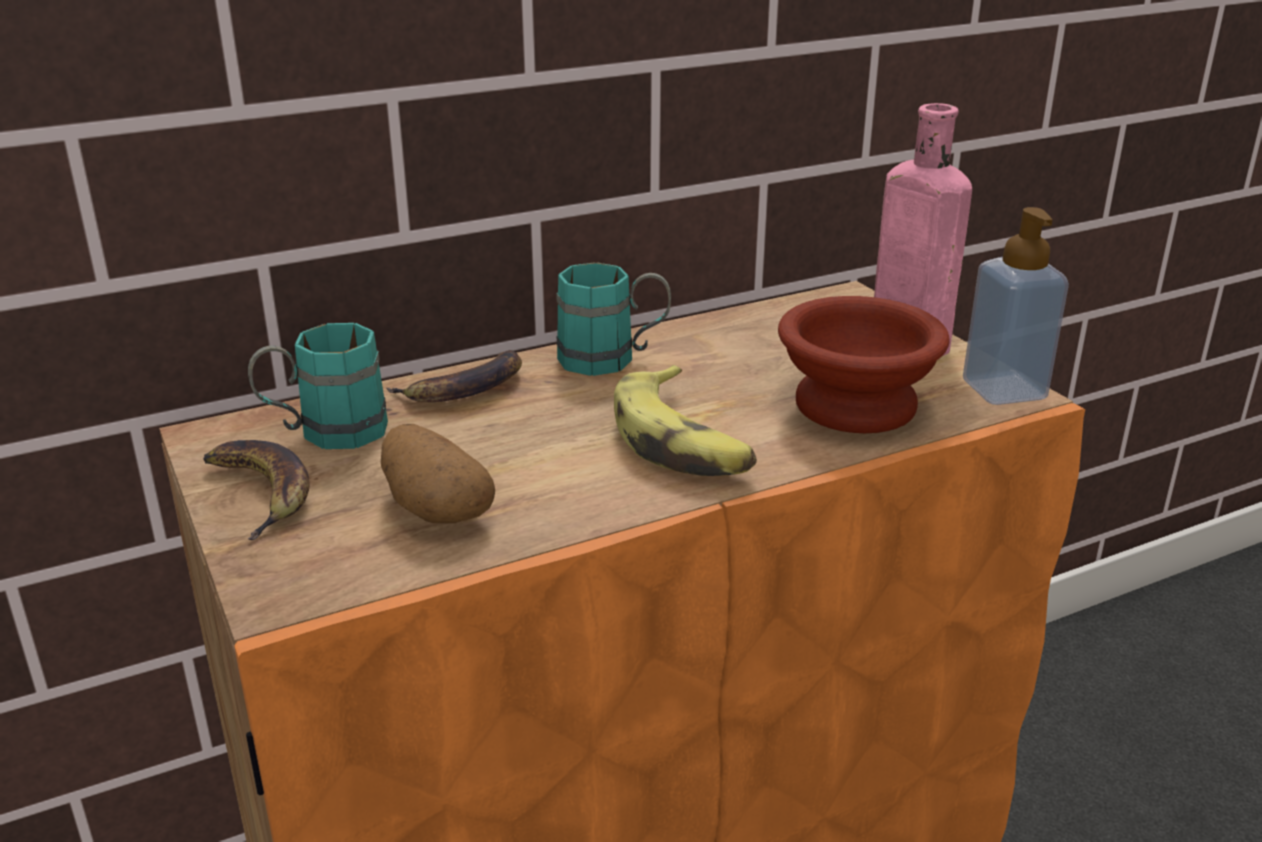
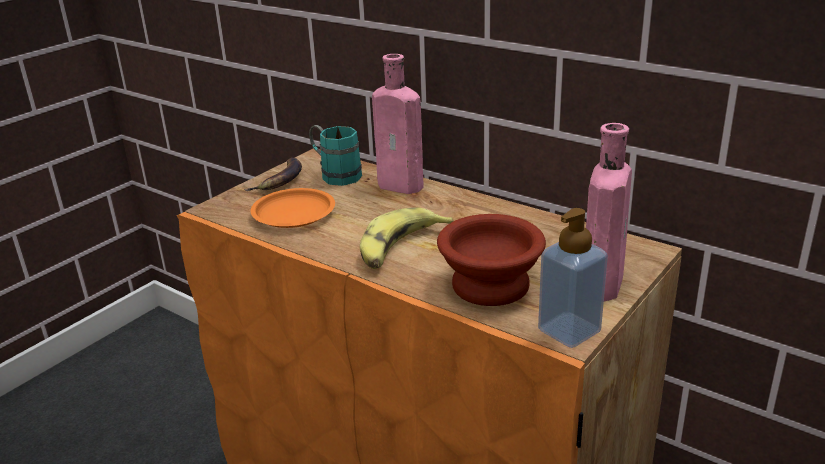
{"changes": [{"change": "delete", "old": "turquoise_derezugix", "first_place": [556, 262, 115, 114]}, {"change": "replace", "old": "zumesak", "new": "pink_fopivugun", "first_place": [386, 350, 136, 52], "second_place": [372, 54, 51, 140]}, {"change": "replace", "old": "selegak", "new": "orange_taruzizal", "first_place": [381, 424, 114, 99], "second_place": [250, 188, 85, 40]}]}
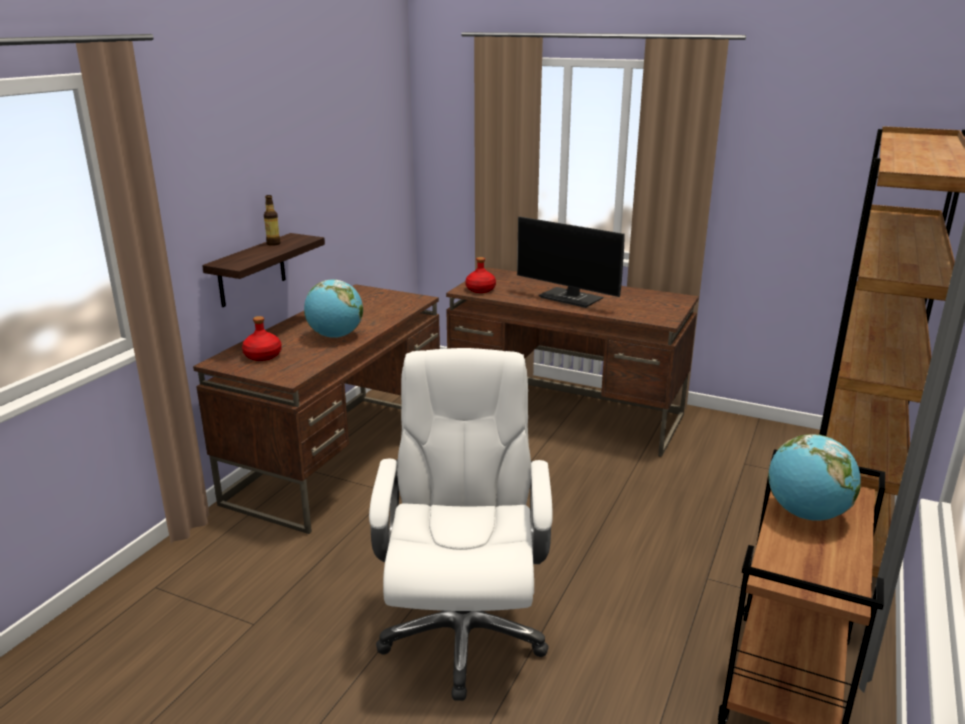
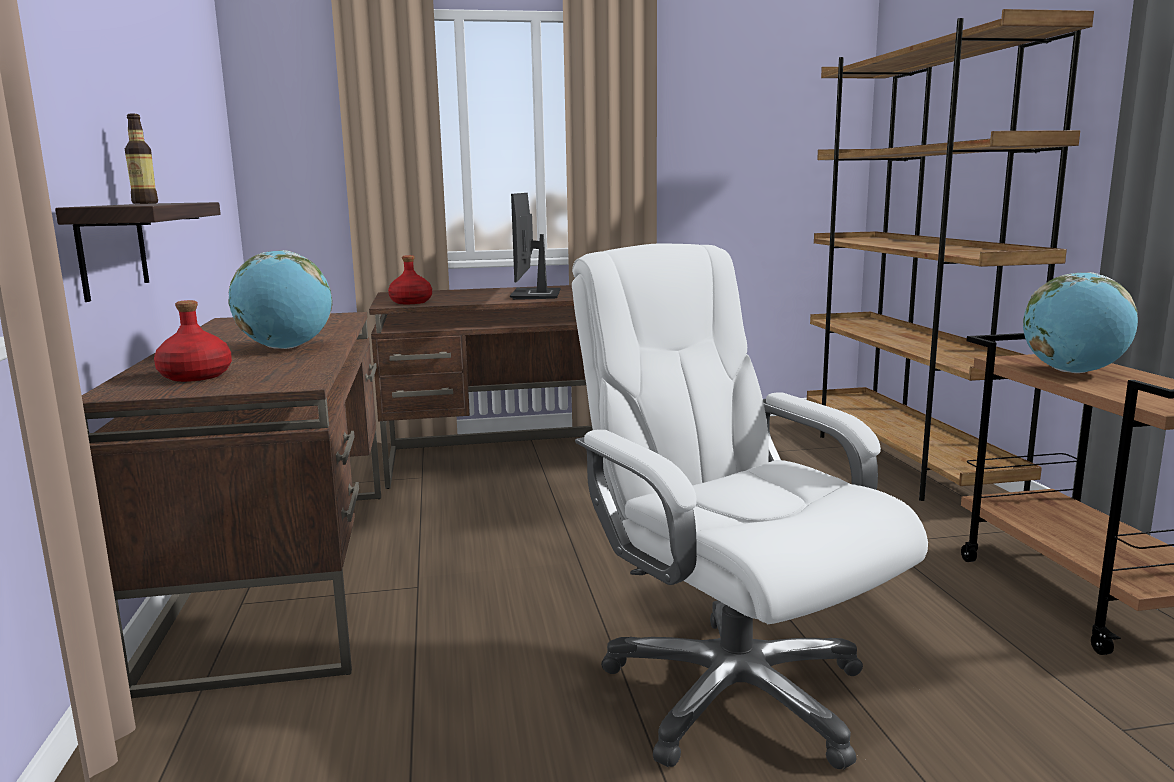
{"changes": [{"change": "rotate", "old": "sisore", "first_place": [517, 216, 108, 92], "second_place": [510, 193, 51, 107], "degrees": 90}]}
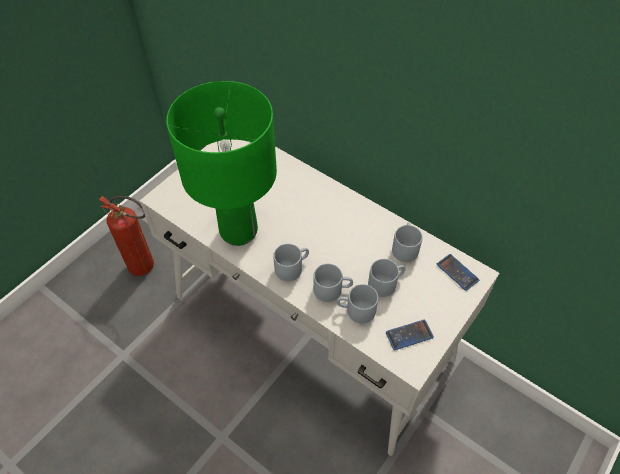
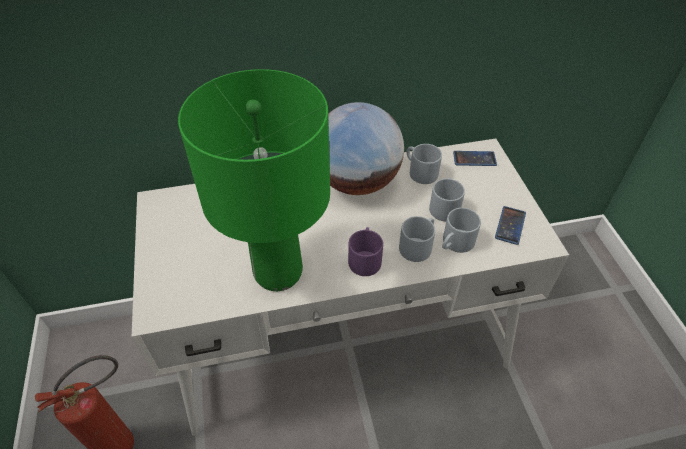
{"changes": [{"change": "recolor", "old": "grey_derezugix", "new": "purple_derezugix", "first_place": [273, 244, 36, 37], "second_place": [348, 227, 35, 49]}, {"change": "insert", "new": "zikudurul", "second_place": [328, 102, 76, 93]}]}
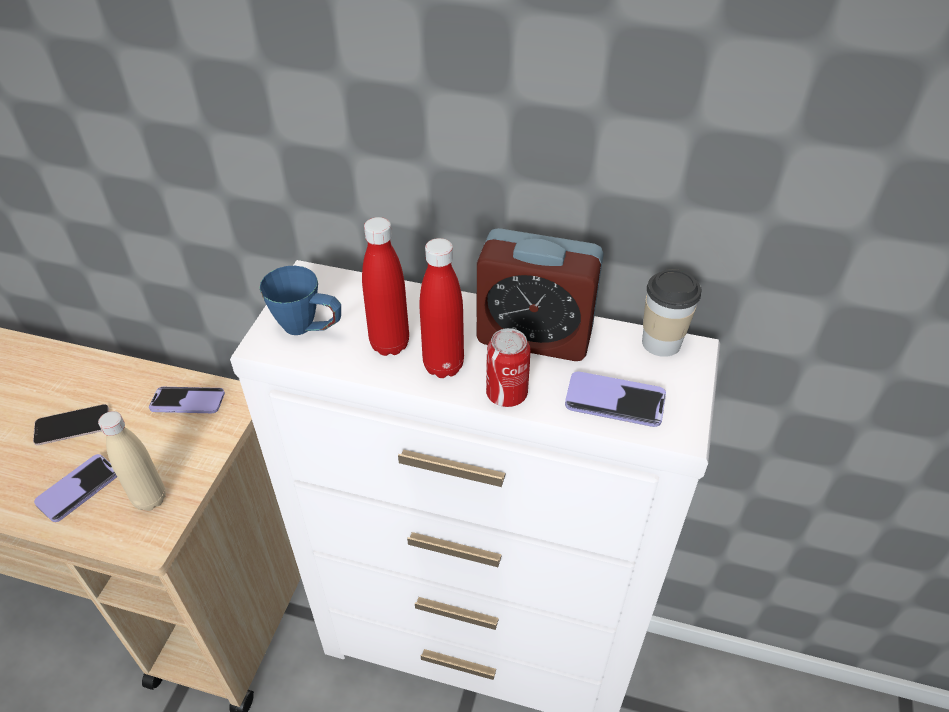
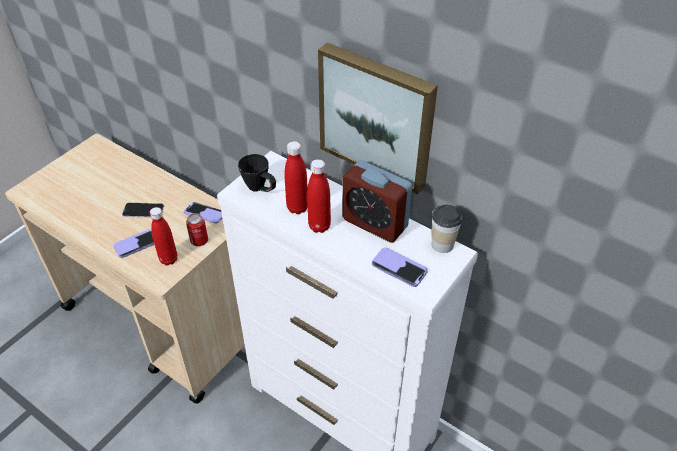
{"changes": [{"change": "recolor", "old": "blue_derezugix", "new": "black_derezugix", "first_place": [260, 266, 81, 69], "second_place": [238, 154, 38, 38]}, {"change": "move", "old": "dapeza", "first_place": [486, 328, 44, 79], "second_place": [186, 213, 22, 33]}, {"change": "recolor", "old": "beige_fopivugun", "new": "red_fopivugun", "first_place": [98, 411, 68, 100], "second_place": [150, 207, 27, 59]}, {"change": "insert", "new": "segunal", "second_place": [318, 43, 120, 151]}]}
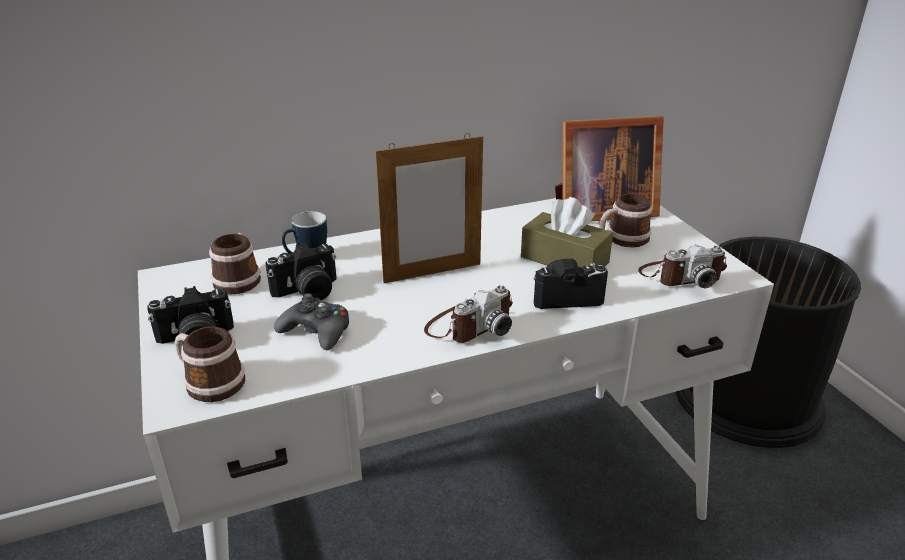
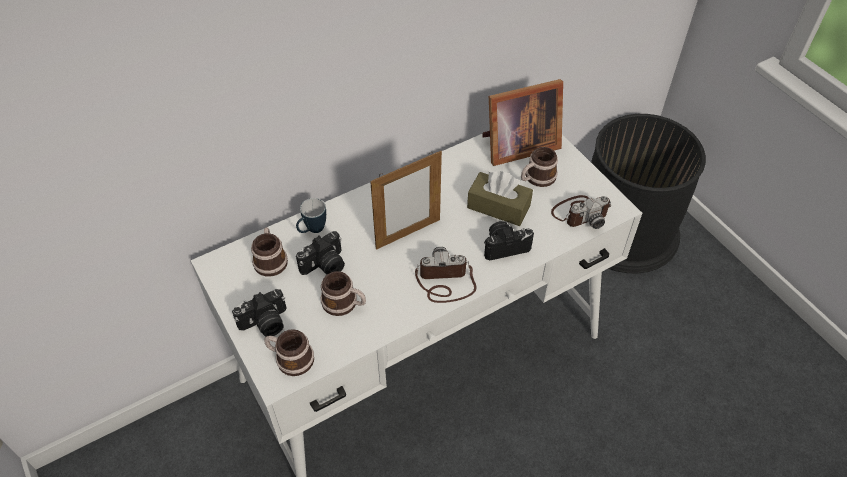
{"changes": [{"change": "rotate", "old": "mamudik", "first_place": [424, 285, 89, 58], "second_place": [415, 247, 62, 56], "degrees": -135}, {"change": "replace", "old": "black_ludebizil", "new": "derezugix", "first_place": [274, 293, 75, 57], "second_place": [321, 271, 45, 45]}]}
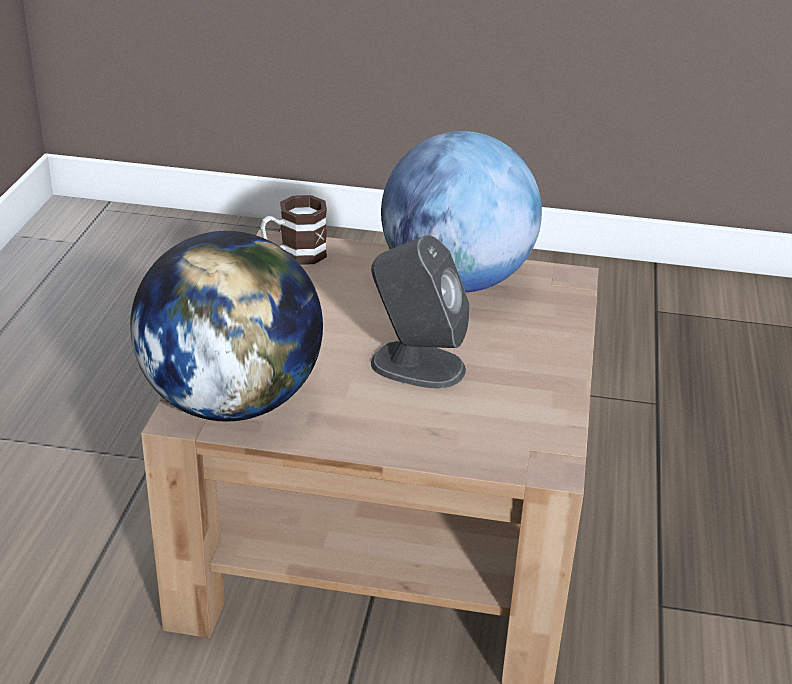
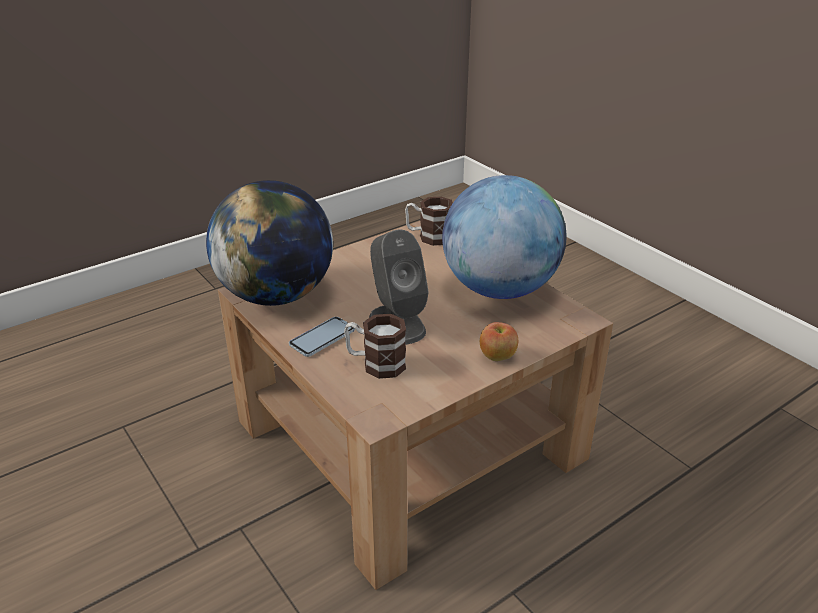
{"changes": [{"change": "insert", "new": "derezugix", "second_place": [344, 314, 62, 65]}, {"change": "insert", "new": "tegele", "second_place": [289, 317, 66, 40]}, {"change": "insert", "new": "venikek", "second_place": [480, 322, 38, 39]}]}
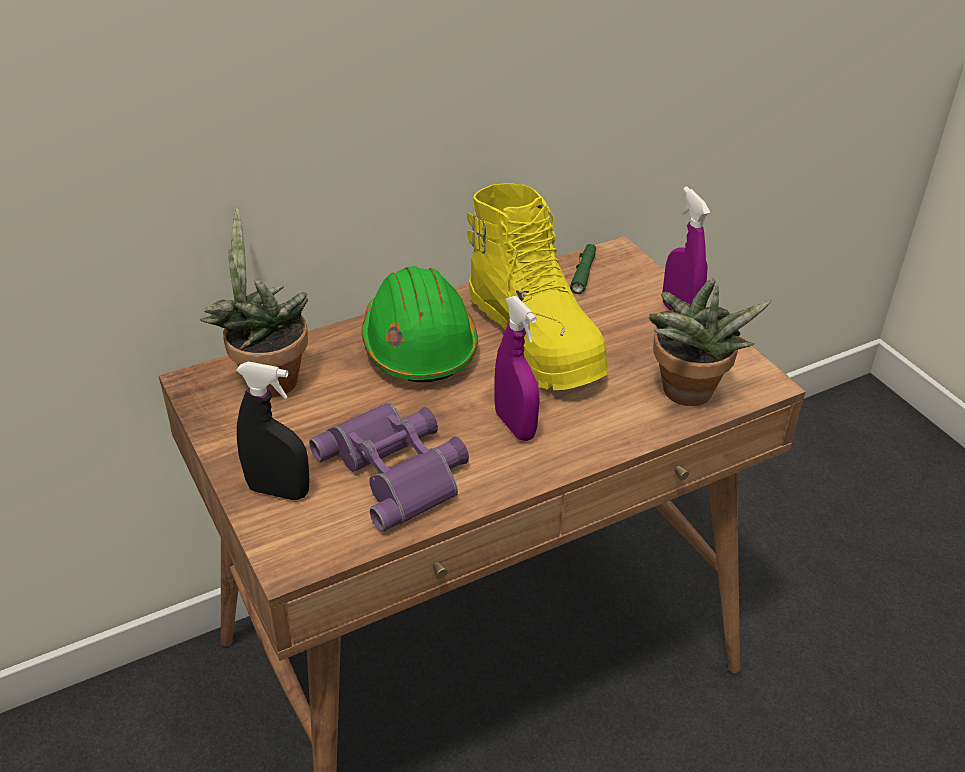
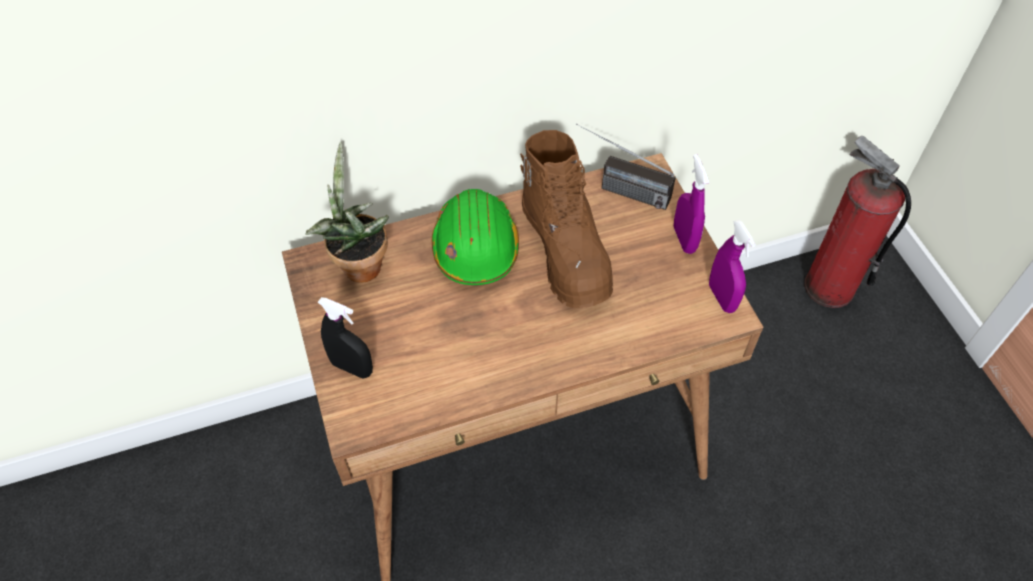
{"changes": [{"change": "recolor", "old": "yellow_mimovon", "new": "brown_mimovon", "first_place": [467, 183, 142, 207], "second_place": [520, 130, 93, 178]}, {"change": "replace", "old": "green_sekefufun", "new": "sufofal", "first_place": [570, 244, 26, 50], "second_place": [576, 123, 100, 87]}, {"change": "delete", "old": "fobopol", "first_place": [648, 278, 124, 128]}, {"change": "move", "old": "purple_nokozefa", "first_place": [494, 296, 46, 145], "second_place": [709, 220, 47, 93]}, {"change": "delete", "old": "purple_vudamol", "first_place": [309, 402, 160, 130]}, {"change": "insert", "new": "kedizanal", "second_place": [804, 136, 107, 172]}]}
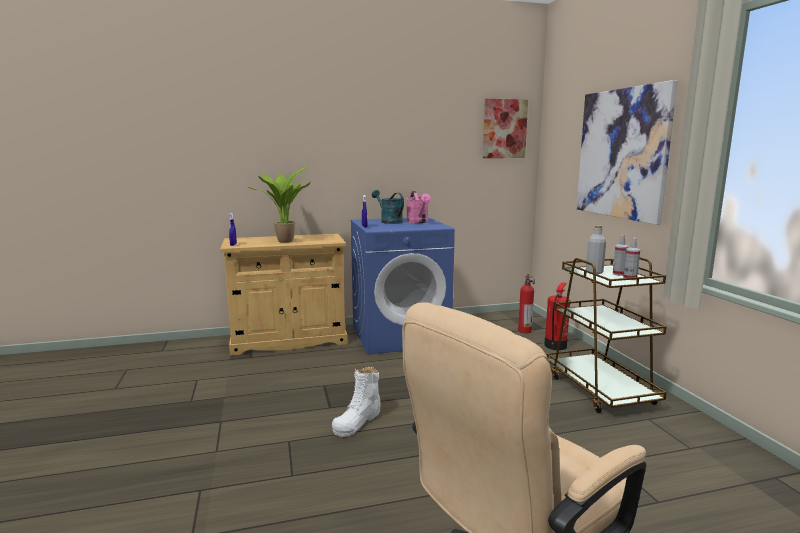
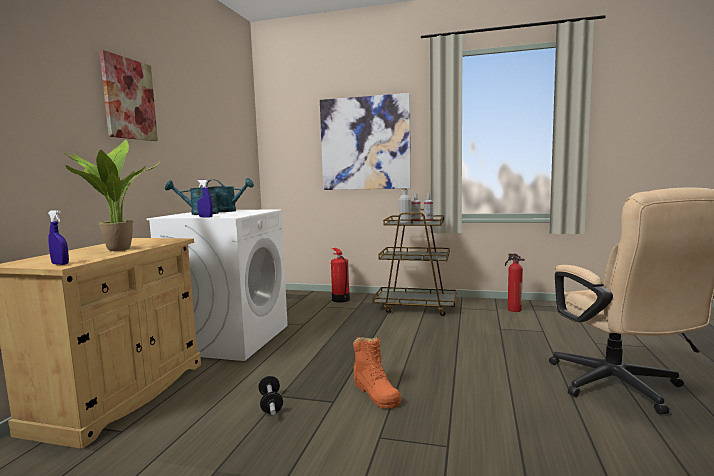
{"changes": [{"change": "move", "old": "segunal", "first_place": [483, 99, 45, 59], "second_place": [99, 50, 59, 91]}, {"change": "recolor", "old": "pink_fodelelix", "new": "turquoise_fodelelix", "first_place": [406, 191, 25, 32], "second_place": [205, 178, 49, 34]}, {"change": "recolor", "old": "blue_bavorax", "new": "white_bavorax", "first_place": [350, 217, 105, 138], "second_place": [146, 209, 142, 152]}, {"change": "move", "old": "kedizanal", "first_place": [518, 274, 17, 59], "second_place": [505, 253, 20, 59]}, {"change": "recolor", "old": "white_mimovon", "new": "orange_mimovon", "first_place": [332, 367, 49, 70], "second_place": [353, 337, 48, 72]}, {"change": "insert", "new": "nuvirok", "second_place": [258, 376, 25, 39]}]}
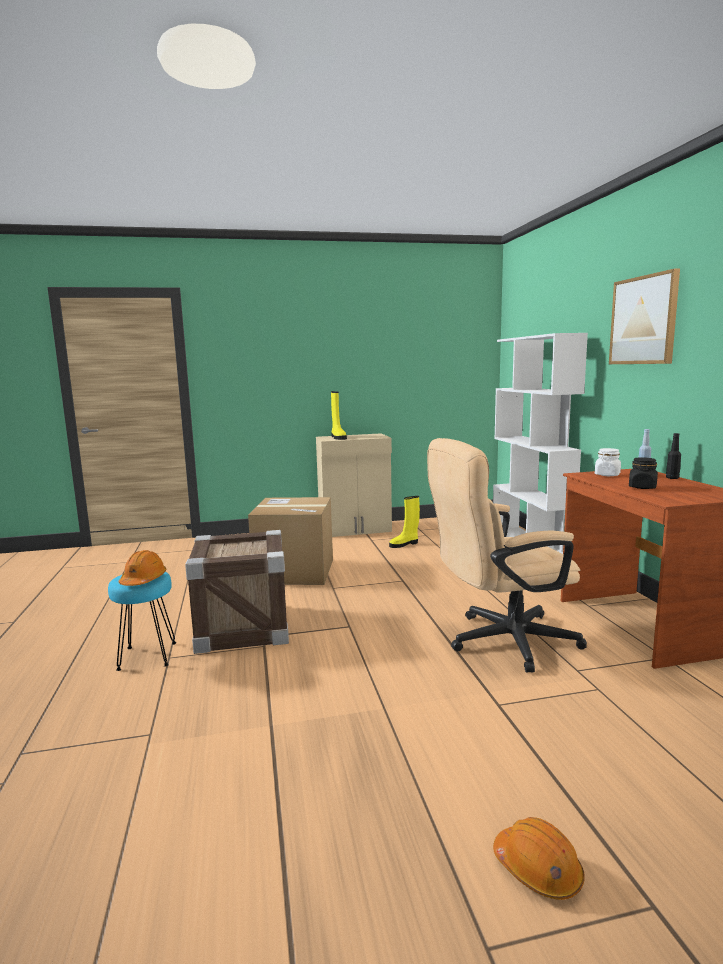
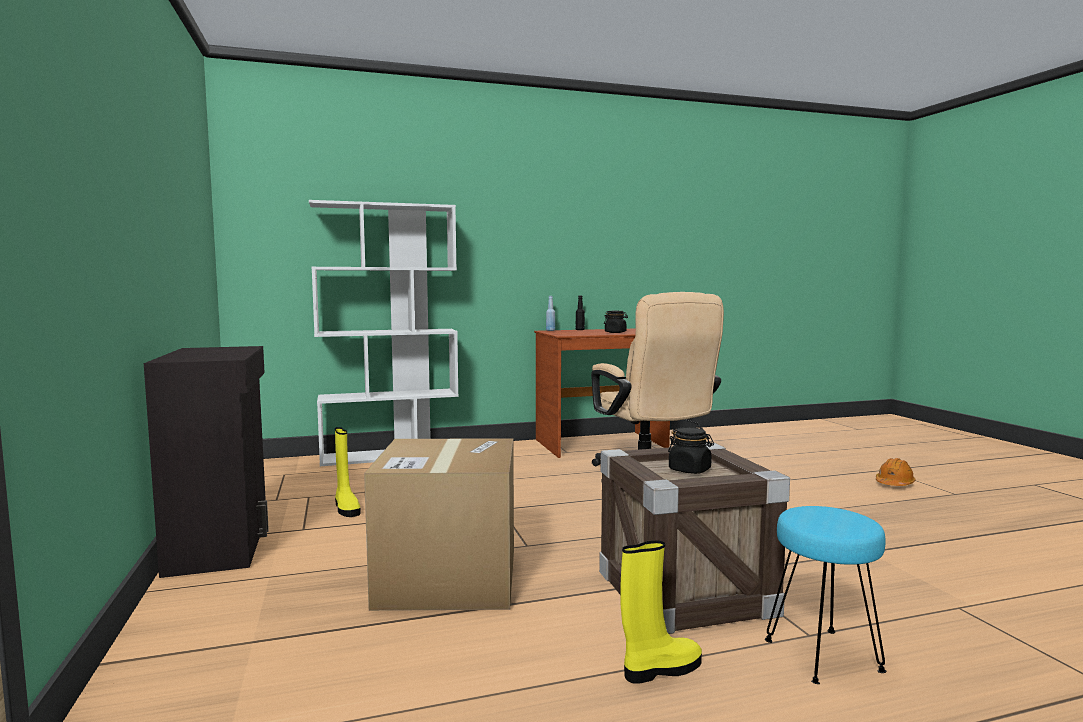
{"changes": [{"change": "delete", "old": "segunal", "first_place": [609, 269, 71, 95]}, {"change": "move", "old": "yellow_mimovon", "first_place": [331, 391, 16, 49], "second_place": [620, 540, 82, 144]}, {"change": "recolor", "old": "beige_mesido", "new": "black_mesido", "first_place": [316, 433, 76, 104], "second_place": [144, 346, 125, 232]}, {"change": "delete", "old": "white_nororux", "first_place": [595, 448, 26, 28]}, {"change": "delete", "old": "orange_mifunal", "first_place": [119, 550, 47, 36]}, {"change": "insert", "new": "black_nororux", "second_place": [668, 427, 46, 47]}]}
